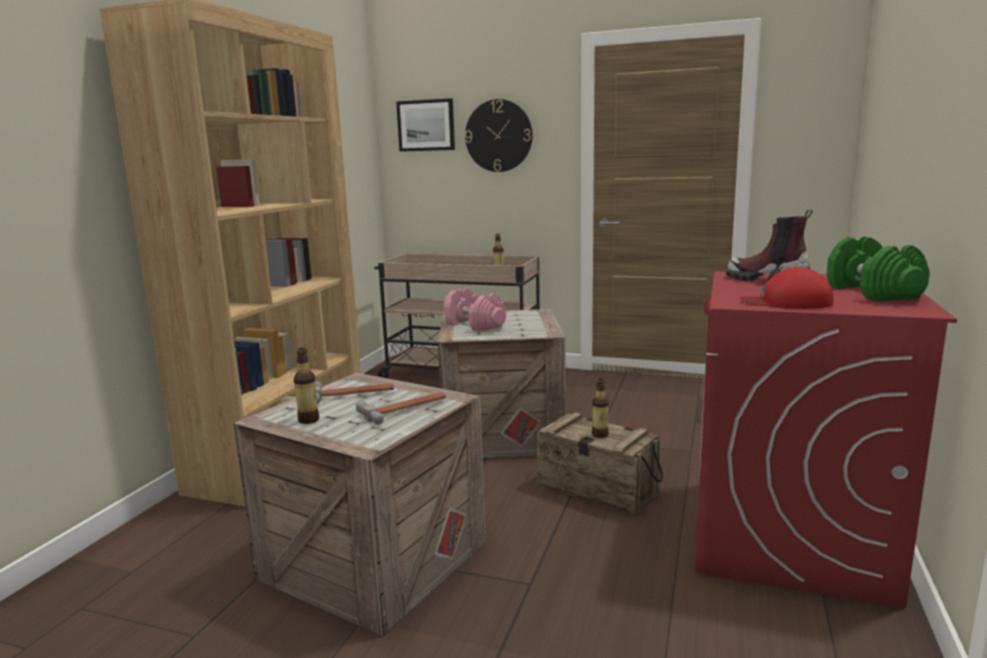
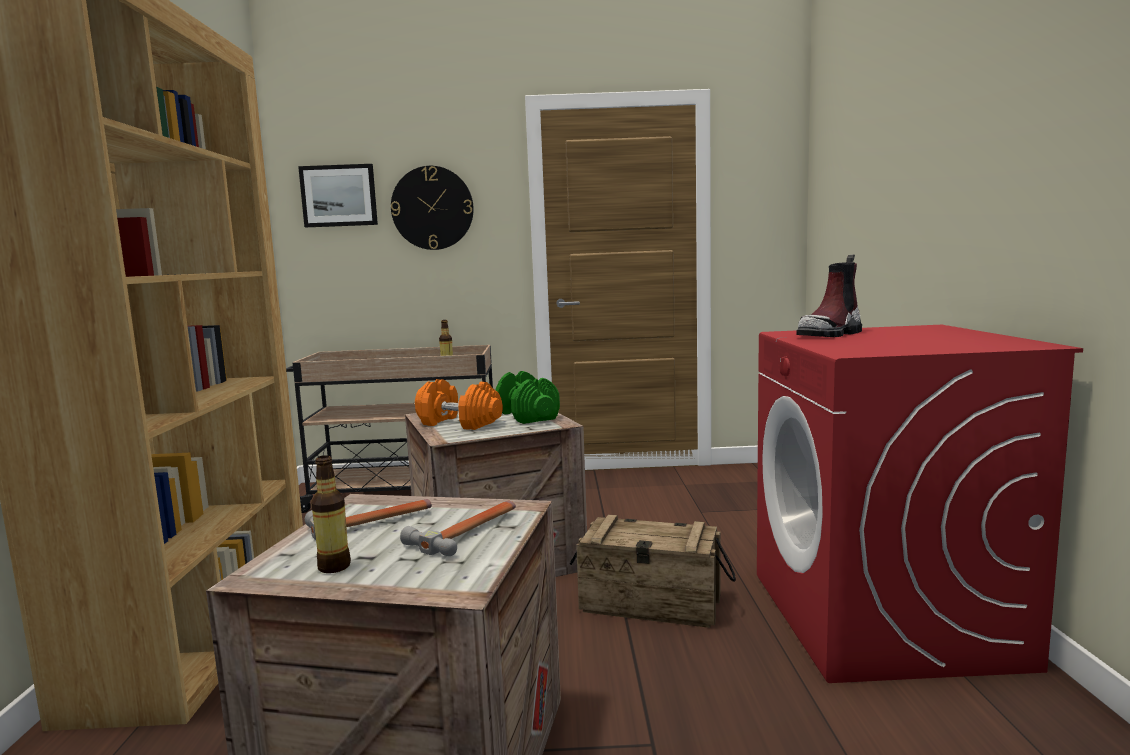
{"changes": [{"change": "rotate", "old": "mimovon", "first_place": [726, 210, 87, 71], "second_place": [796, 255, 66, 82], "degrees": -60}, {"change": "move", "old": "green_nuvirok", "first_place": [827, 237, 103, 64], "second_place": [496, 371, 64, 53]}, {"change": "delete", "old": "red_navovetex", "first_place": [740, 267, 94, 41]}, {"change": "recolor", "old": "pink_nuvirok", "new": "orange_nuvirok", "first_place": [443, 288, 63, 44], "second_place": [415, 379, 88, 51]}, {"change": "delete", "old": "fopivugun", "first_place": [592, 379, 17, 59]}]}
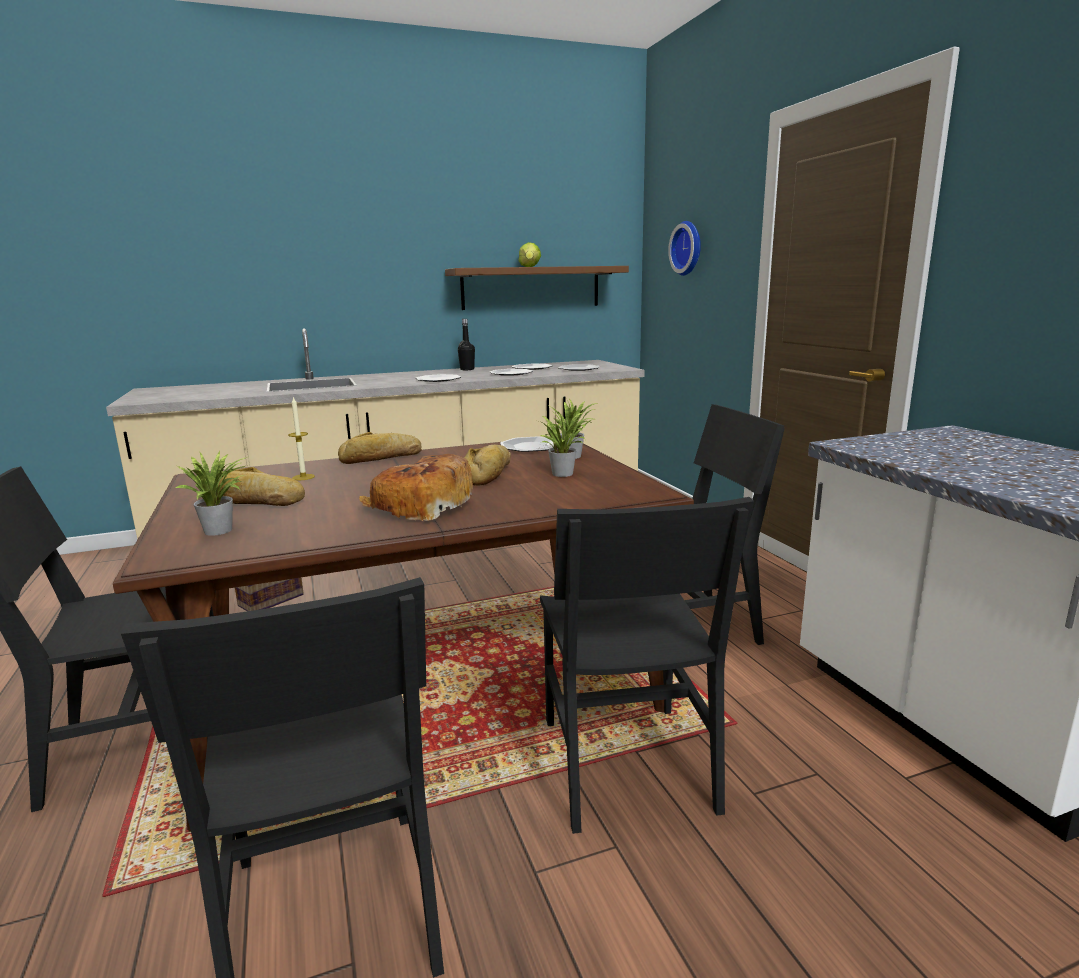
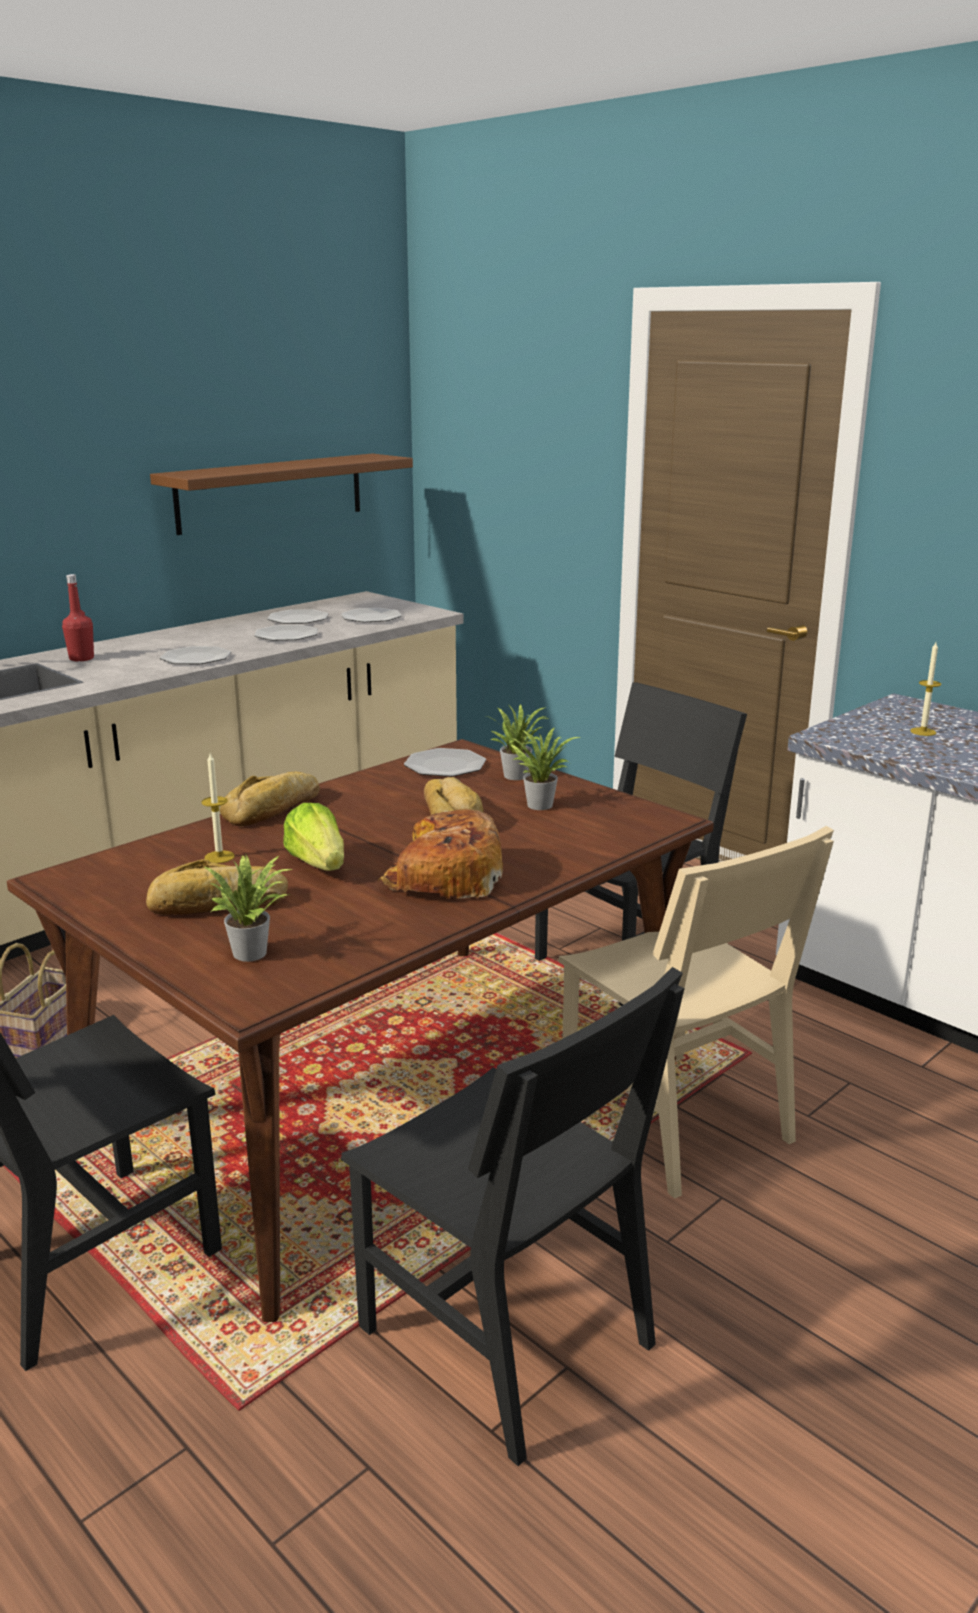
{"changes": [{"change": "delete", "old": "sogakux", "first_place": [668, 221, 33, 55]}, {"change": "move", "old": "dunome", "first_place": [518, 242, 23, 25], "second_place": [283, 803, 61, 68]}, {"change": "delete", "old": "black_fopivugun", "first_place": [458, 319, 17, 51]}, {"change": "recolor", "old": "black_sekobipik", "new": "beige_sekobipik", "first_place": [540, 497, 214, 337], "second_place": [558, 826, 276, 373]}, {"change": "insert", "new": "red_fopivugun", "second_place": [62, 574, 32, 87]}, {"change": "insert", "new": "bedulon", "second_place": [910, 642, 31, 94]}]}
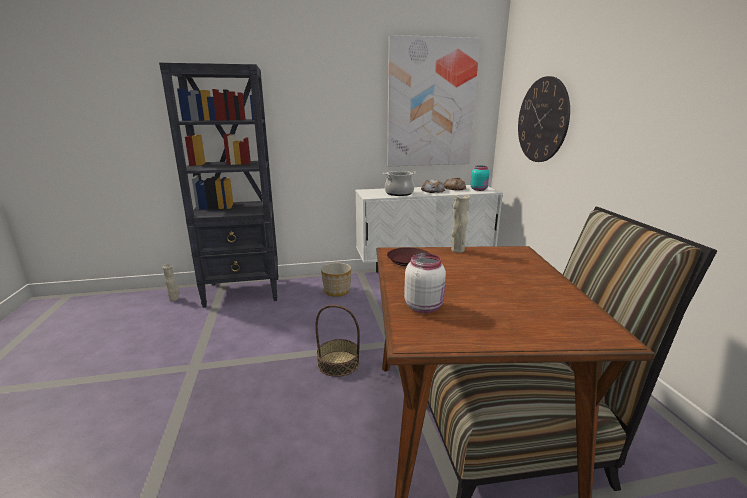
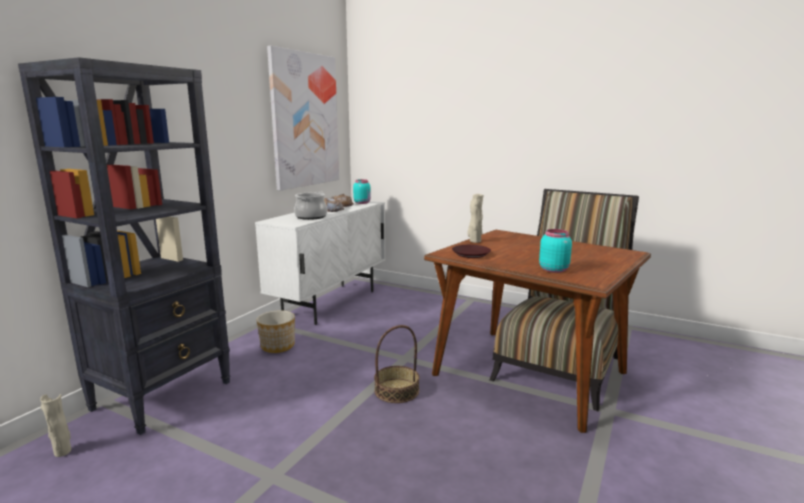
{"changes": [{"change": "delete", "old": "sogakux", "first_place": [518, 76, 52, 86]}, {"change": "recolor", "old": "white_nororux", "new": "turquoise_nororux", "first_place": [404, 253, 42, 60], "second_place": [539, 229, 33, 44]}]}
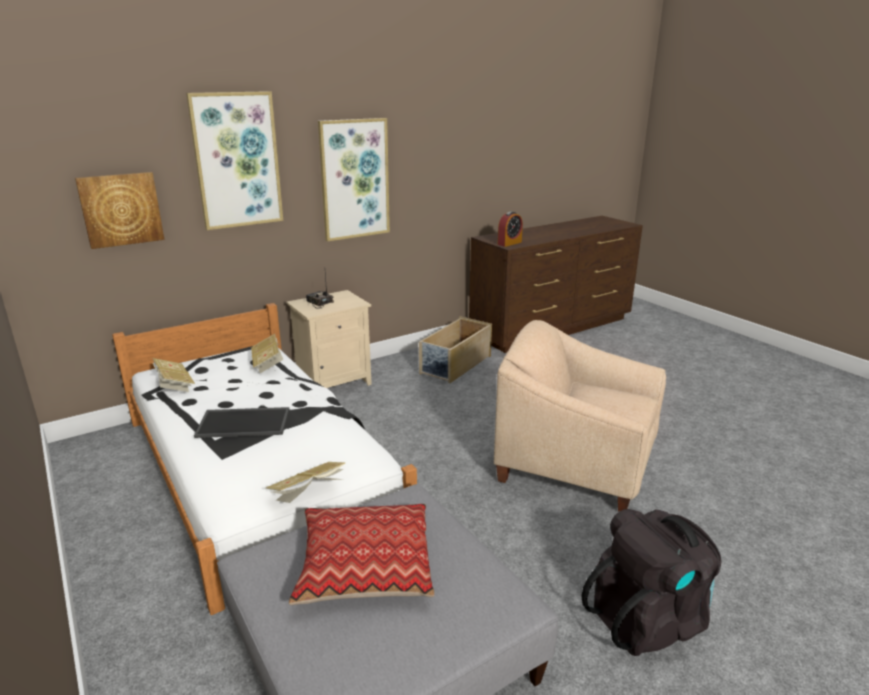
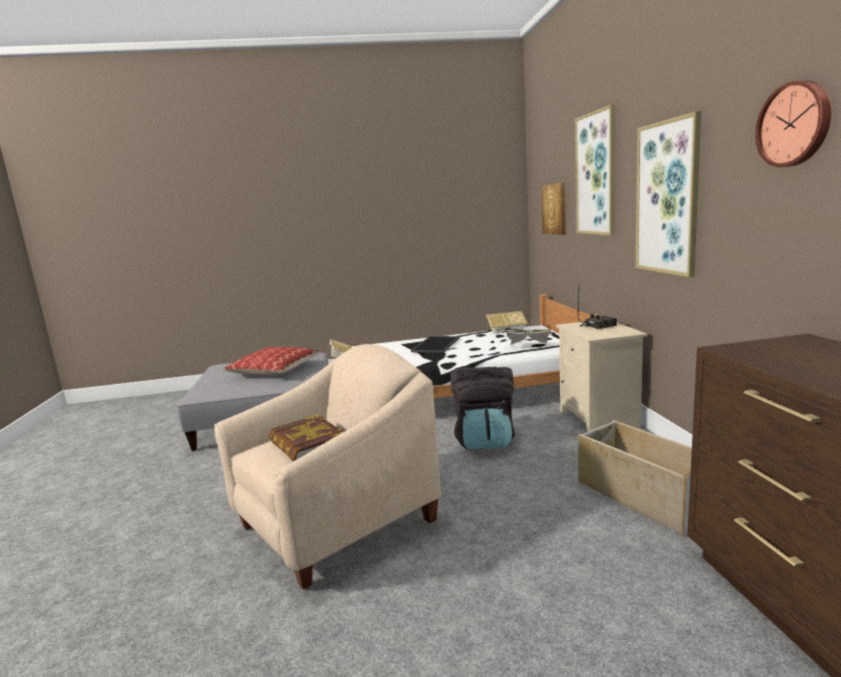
{"changes": [{"change": "delete", "old": "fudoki", "first_place": [498, 211, 25, 36]}, {"change": "move", "old": "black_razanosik", "first_place": [581, 509, 141, 147], "second_place": [450, 367, 65, 82]}, {"change": "insert", "new": "sogakux", "second_place": [755, 80, 77, 87]}, {"change": "insert", "new": "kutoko", "second_place": [268, 414, 76, 47]}]}
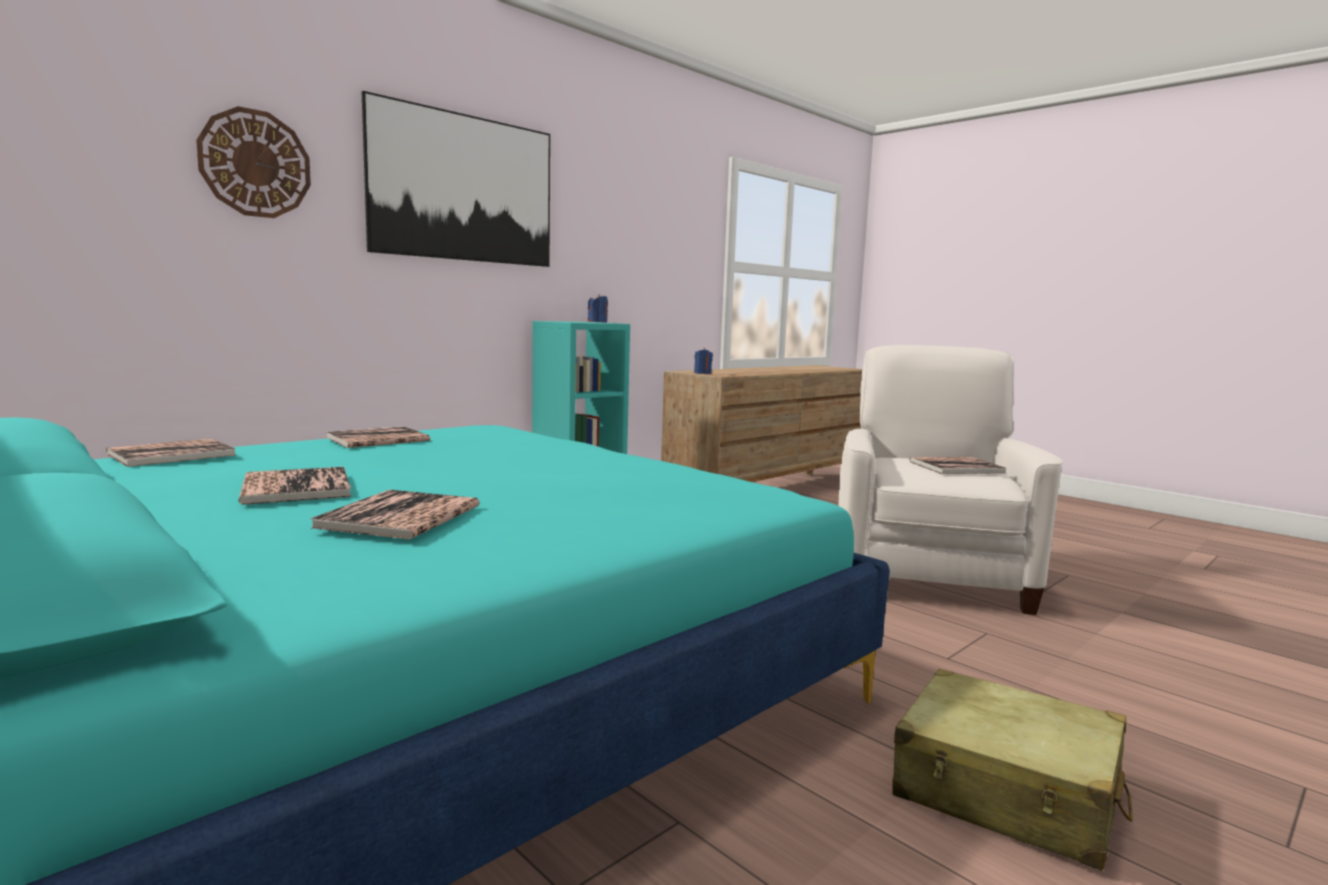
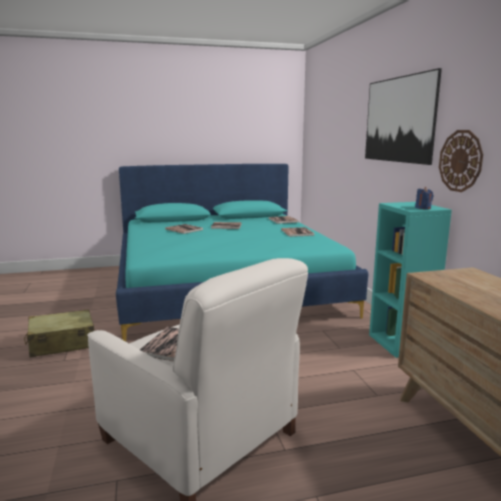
{"changes": [{"change": "move", "old": "sogakux", "first_place": [196, 106, 115, 112], "second_place": [439, 130, 44, 62]}, {"change": "delete", "old": "blue_bedulon", "first_place": [694, 348, 19, 26]}]}
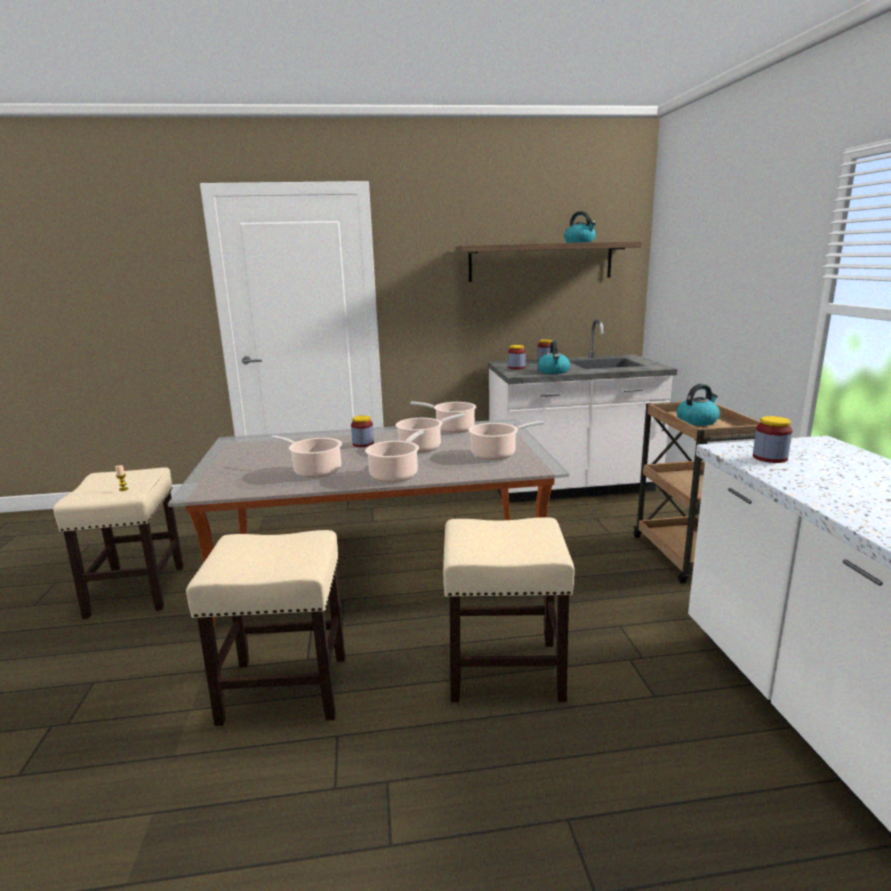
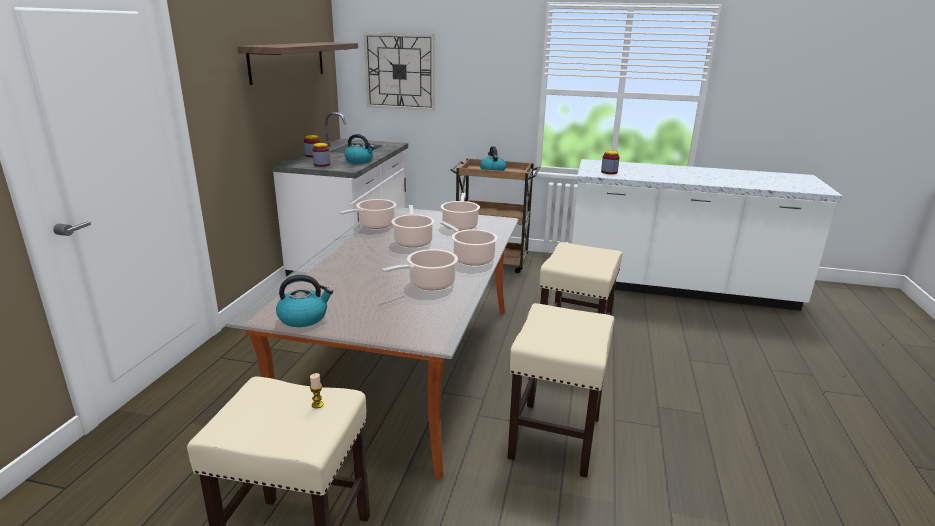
{"changes": [{"change": "move", "old": "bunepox", "first_place": [564, 211, 32, 32], "second_place": [276, 275, 57, 52]}, {"change": "delete", "old": "nororux", "first_place": [351, 415, 23, 32]}, {"change": "insert", "new": "sogakux", "second_place": [364, 32, 70, 79]}]}
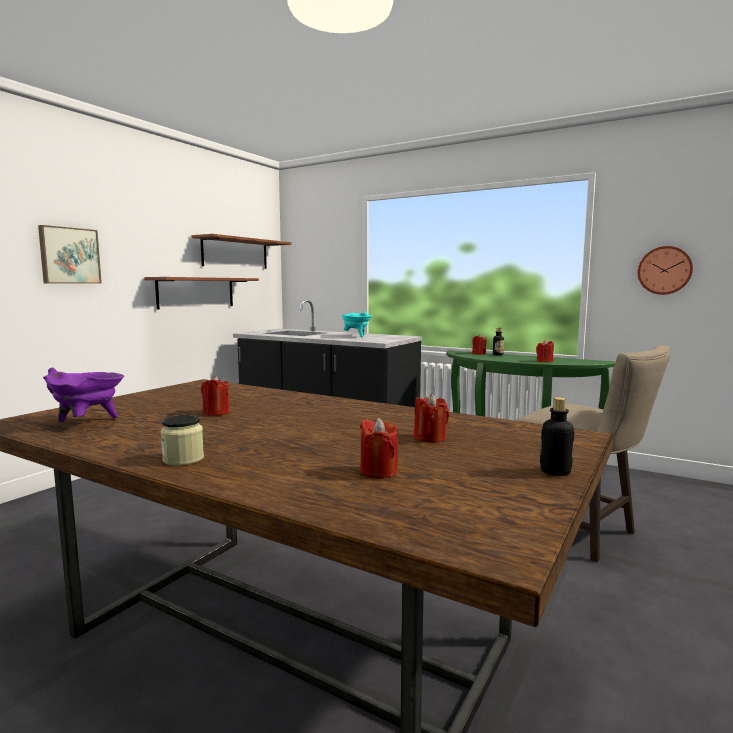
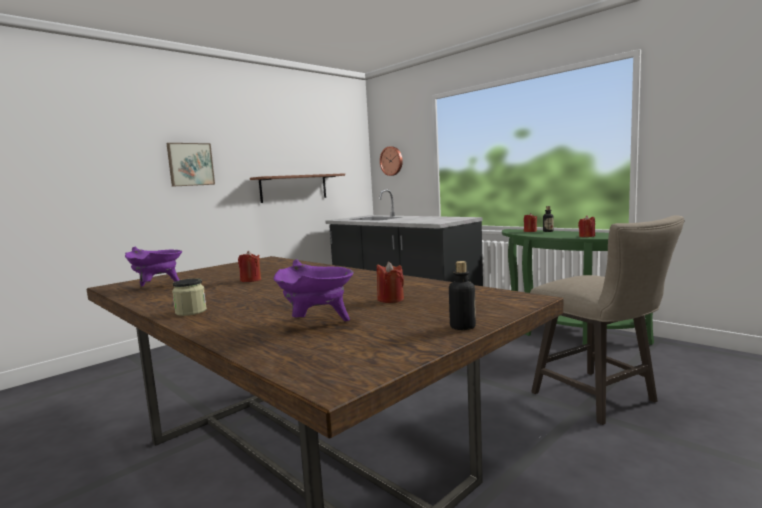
{"changes": [{"change": "delete", "old": "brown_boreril", "first_place": [191, 234, 100, 35]}, {"change": "move", "old": "sogakux", "first_place": [638, 246, 55, 49], "second_place": [380, 146, 23, 30]}, {"change": "delete", "old": "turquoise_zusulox", "first_place": [341, 311, 31, 26]}, {"change": "replace", "old": "red_bedulon", "new": "purple_zusulox", "first_place": [360, 418, 38, 61], "second_place": [273, 259, 81, 62]}]}
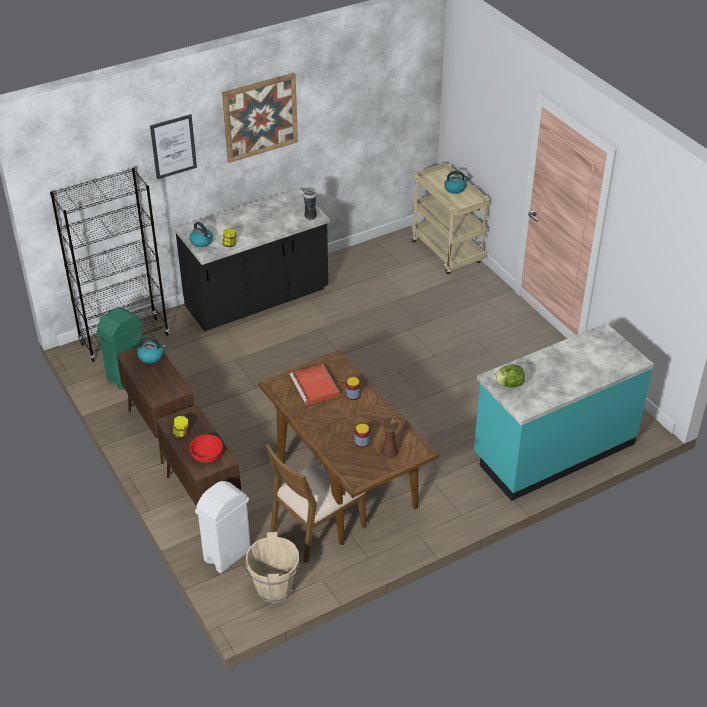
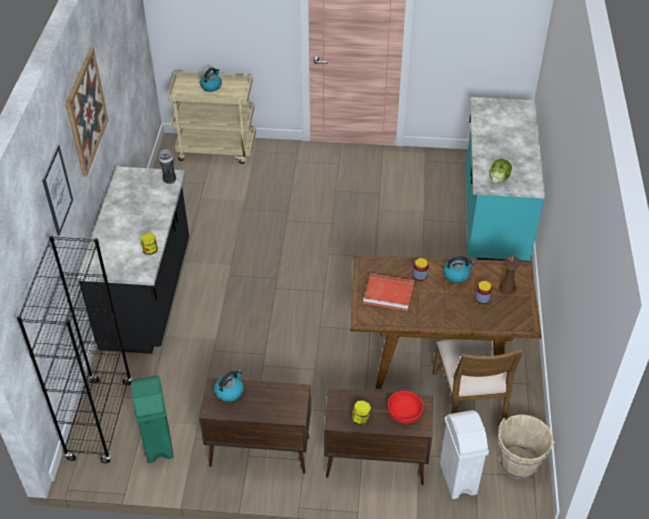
{"changes": [{"change": "move", "old": "bunepox", "first_place": [189, 222, 24, 25], "second_place": [443, 256, 32, 27]}]}
